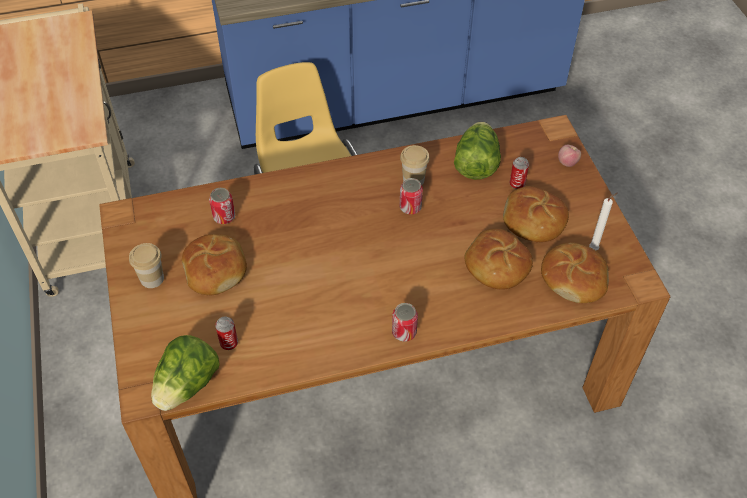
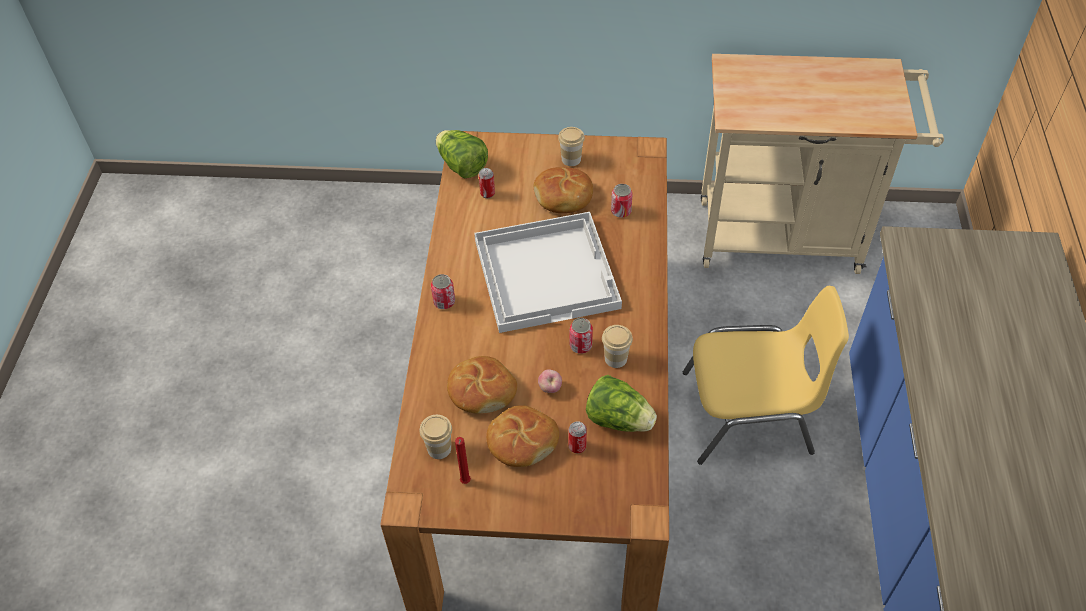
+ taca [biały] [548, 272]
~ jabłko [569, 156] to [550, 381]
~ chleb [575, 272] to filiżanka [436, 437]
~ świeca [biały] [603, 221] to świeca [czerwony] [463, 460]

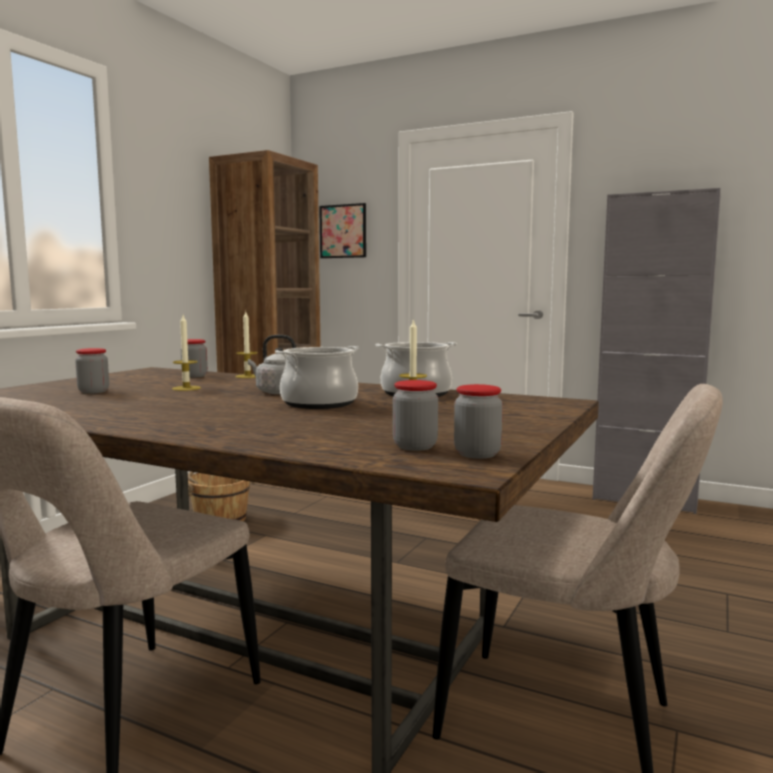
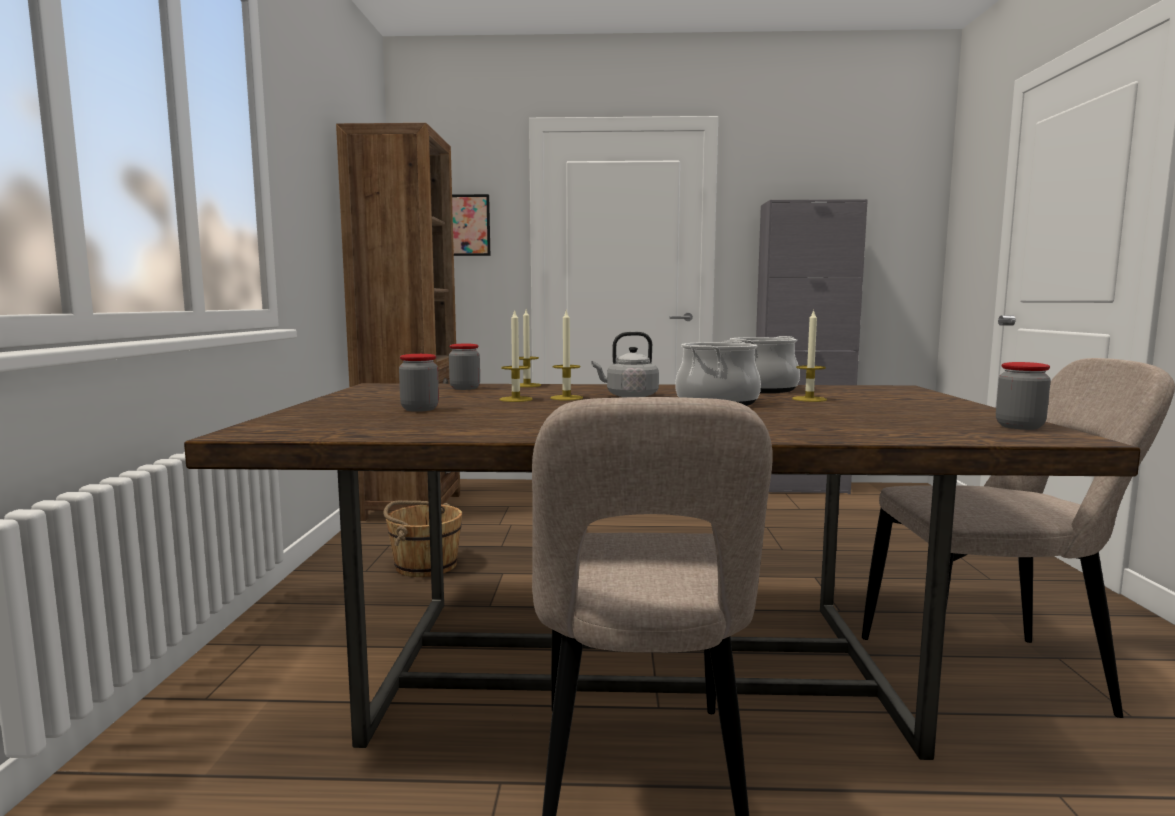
- słoik [415, 415]
+ świeca [566, 354]

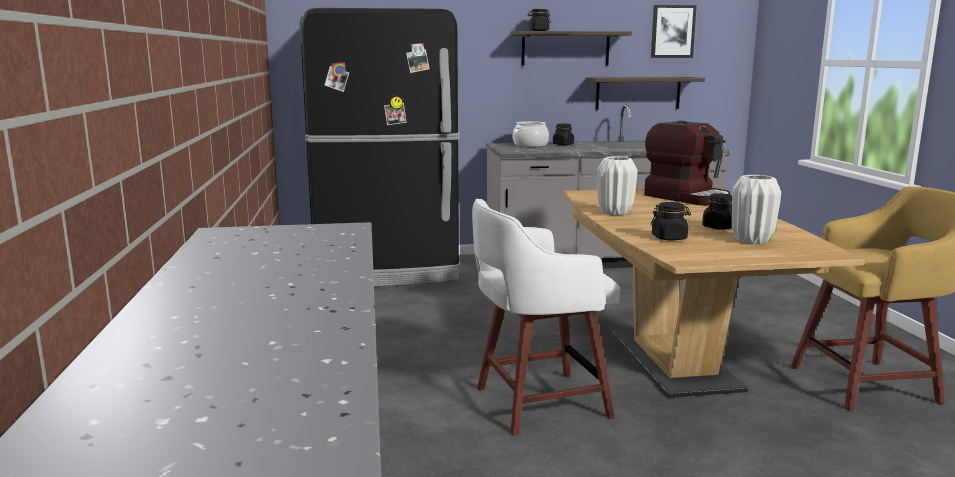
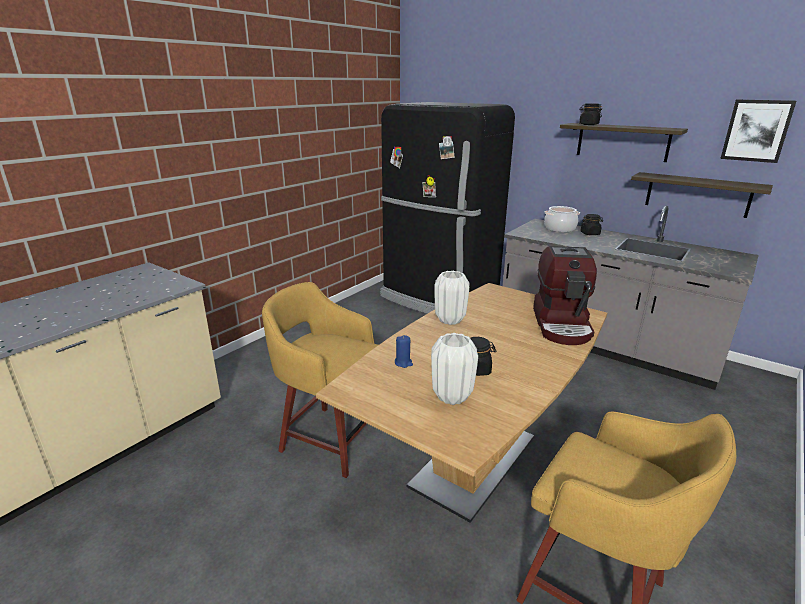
~ słoik [czarny] [671, 221] to świeca [niebieski] [404, 351]
~ stołek [biały] [546, 317] to stołek [żółty] [320, 380]

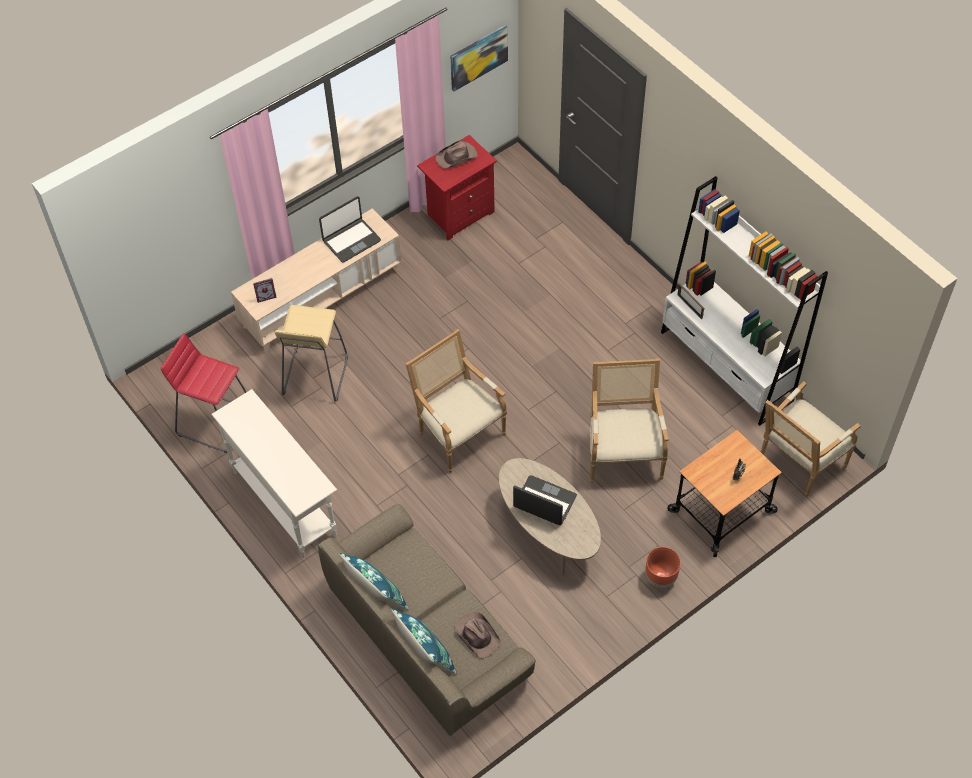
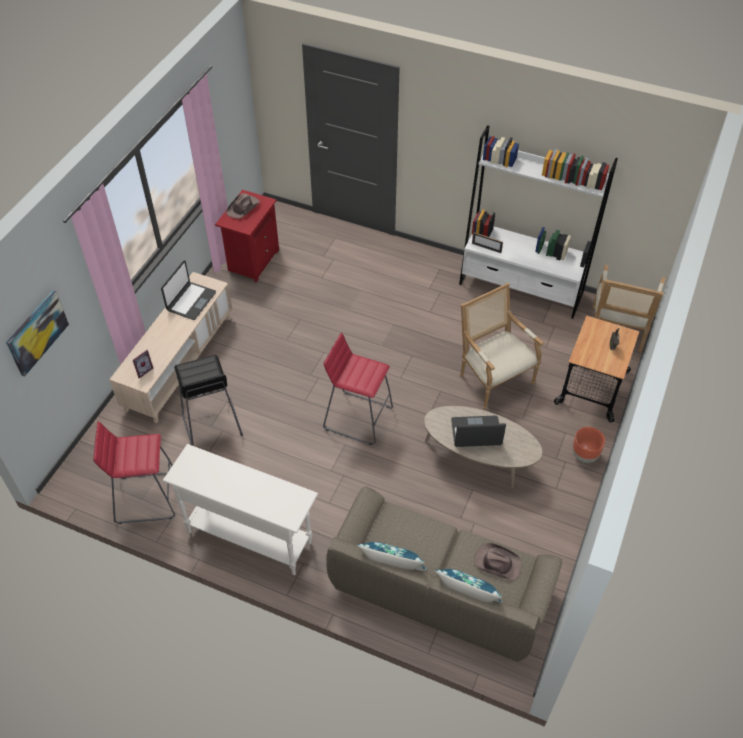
~ obraz [479, 58] to [37, 333]
~ fotel [456, 401] to stołek [czerwony] [358, 389]
~ stołek [beżowy] [311, 353] to stołek [czarny] [208, 400]

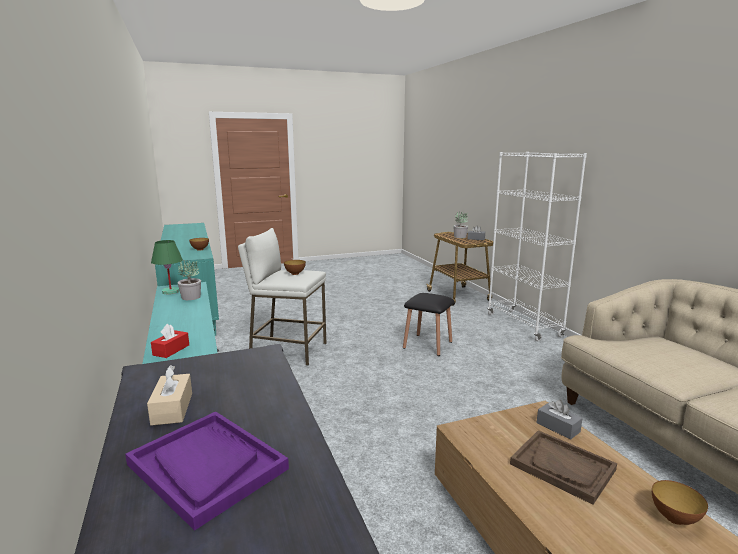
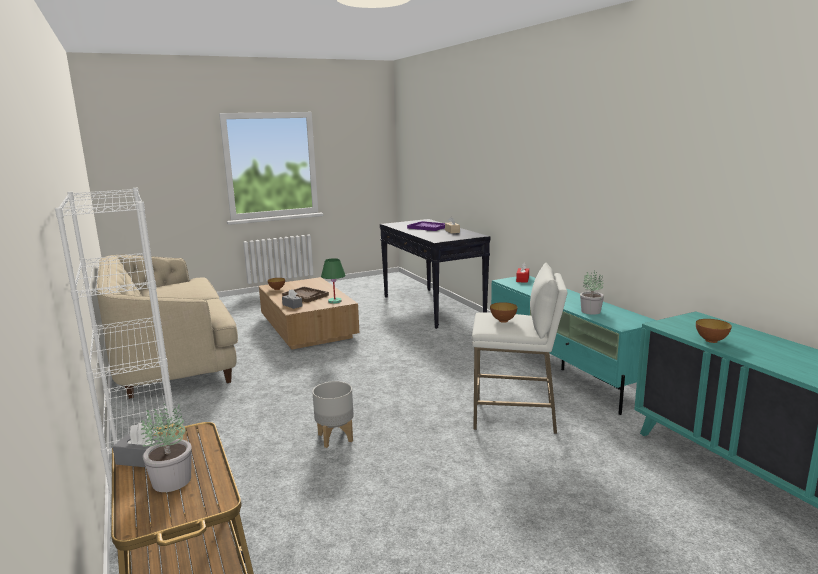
~ lampa stołowa [zielony] [167, 267] to [333, 281]
~ stołek [czarny] [428, 324] to donica [szary] [333, 414]

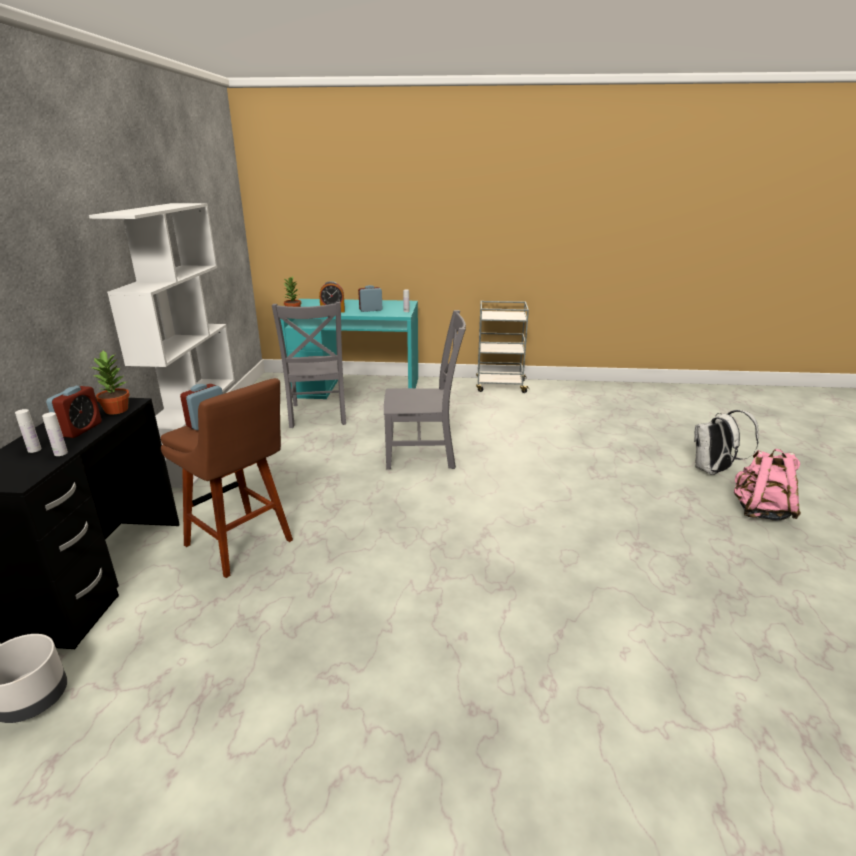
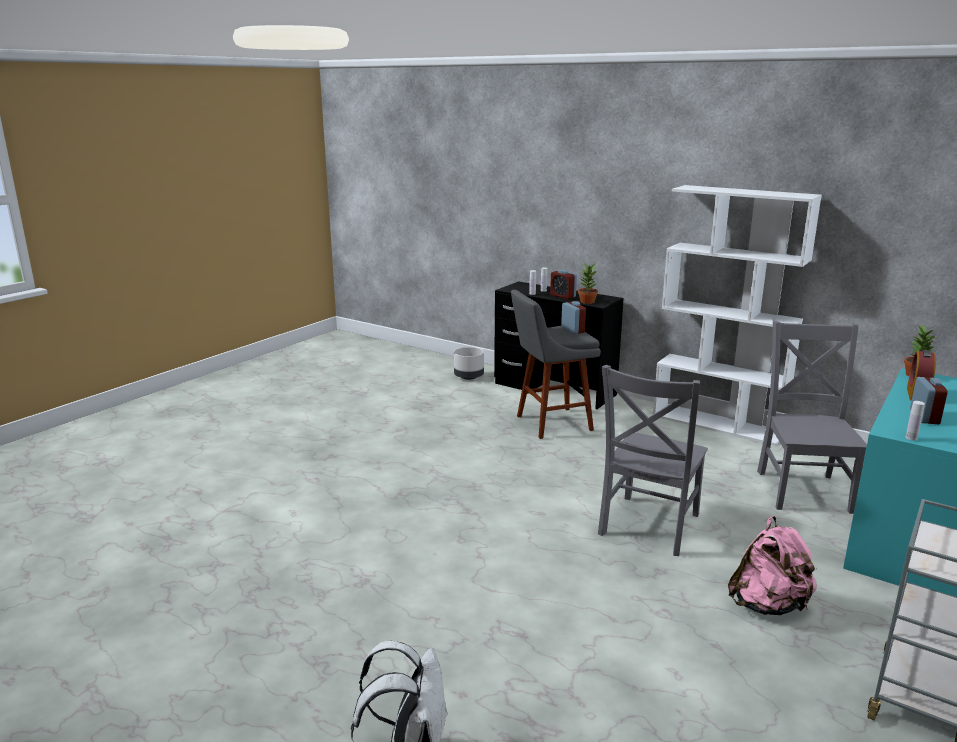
~ plecak [różowy] [767, 485] to [772, 565]
~ stołek [brązowy] [227, 478] to stołek [szary] [556, 364]
~ krzesło [szary] [309, 365] = [812, 417] 75 degrees clockwise

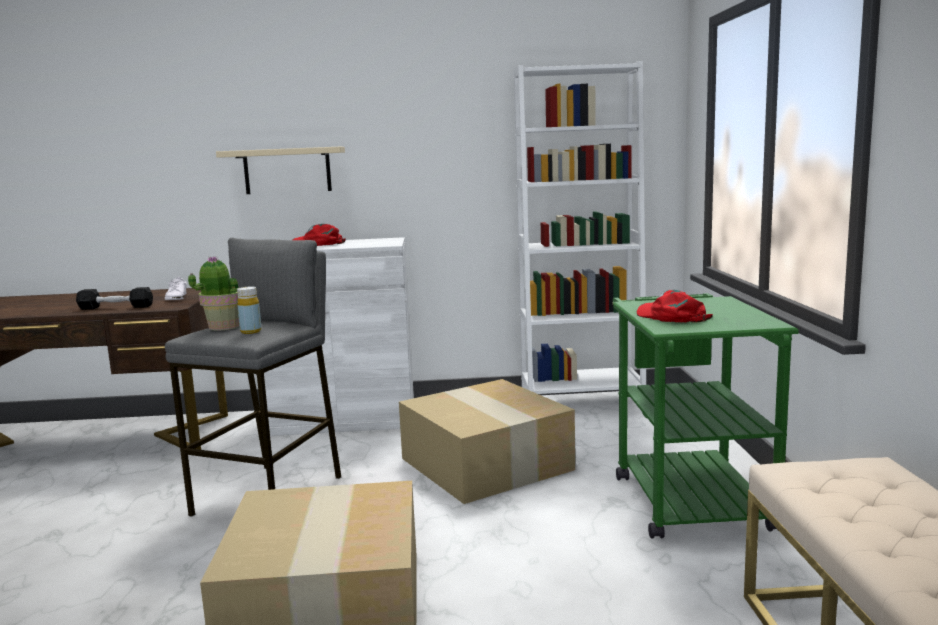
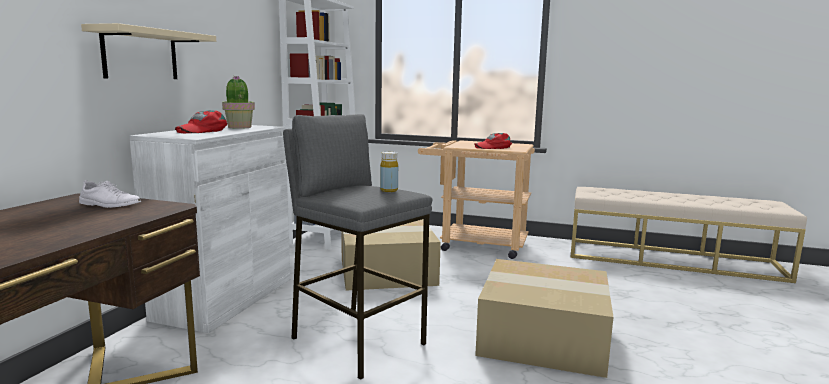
- hantel [czarny] [114, 298]
~ roślina doniczkowa [214, 293] to [238, 102]
~ wózek [zielony] [706, 416] to wózek [beżowy] [476, 199]

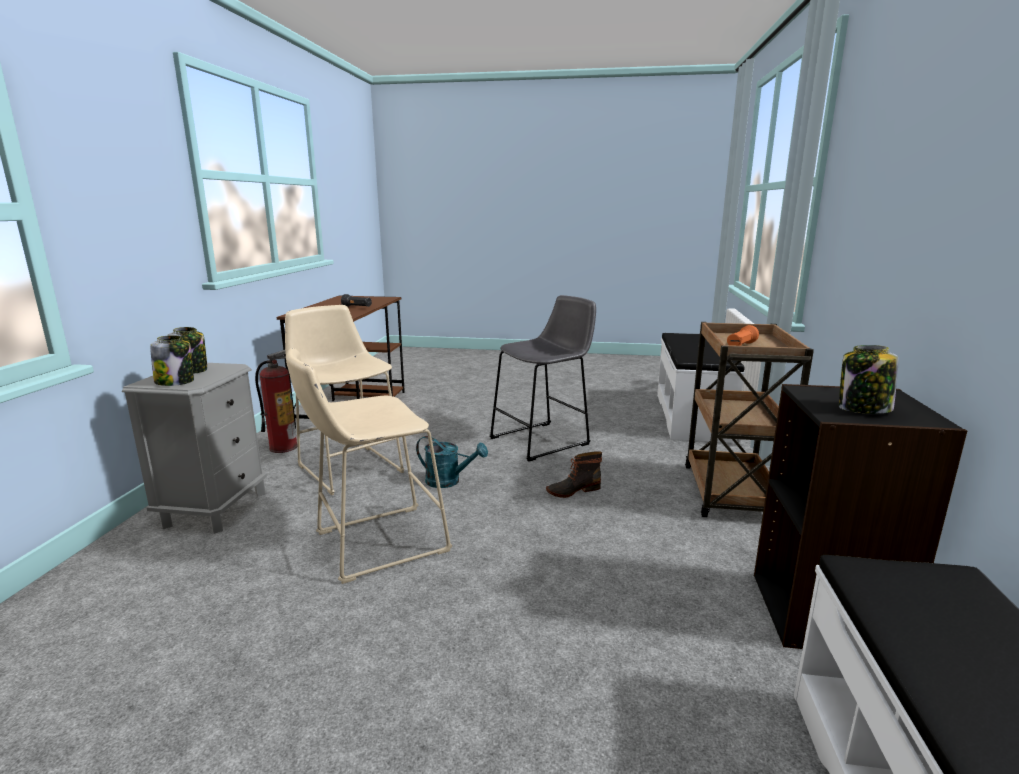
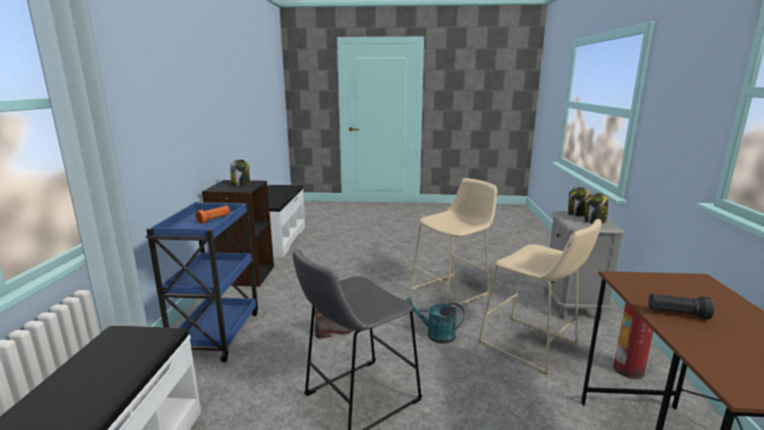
~ wózek [brązowy] [749, 419] to wózek [niebieski] [202, 282]

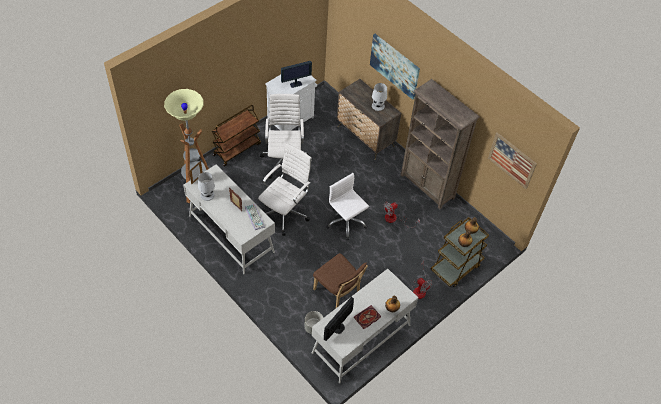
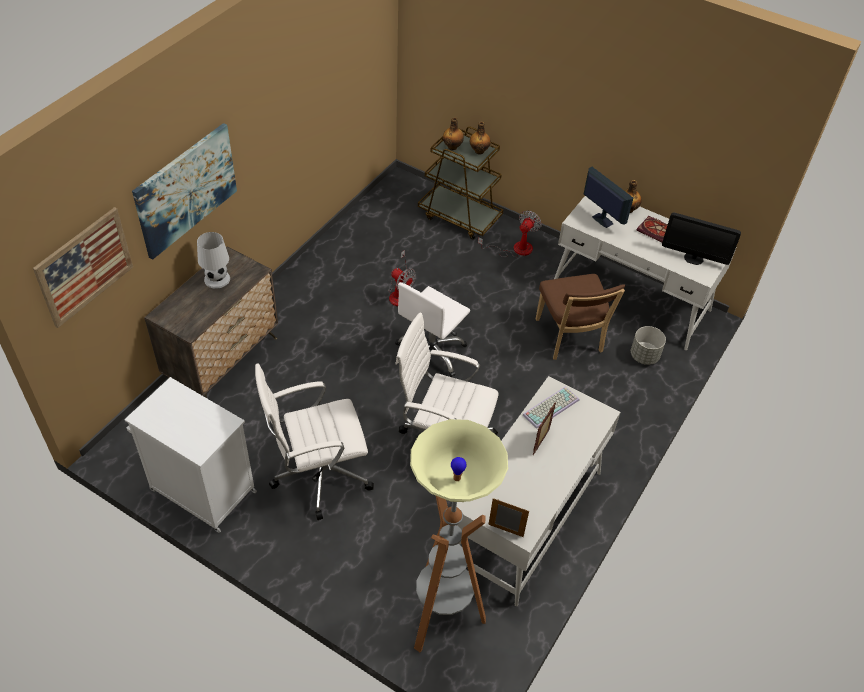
- lampa stołowa [biały] [206, 186]
- wózek [brązowy] [236, 136]
- regał [brązowy] [440, 144]
~ monitor [296, 74] to [608, 197]
~ obraz [512, 160] to [83, 267]
~ krzesło [brązowy] [340, 280] = [580, 317] 135 degrees clockwise

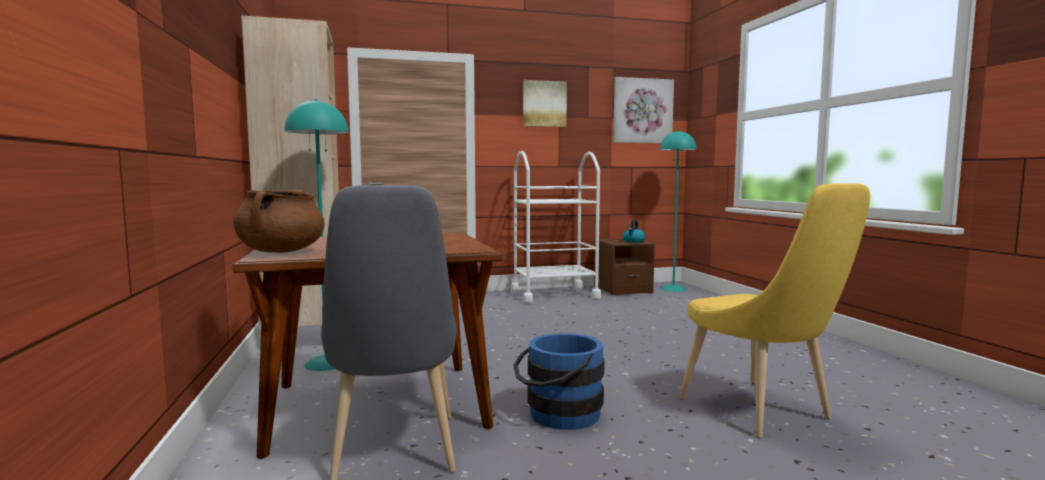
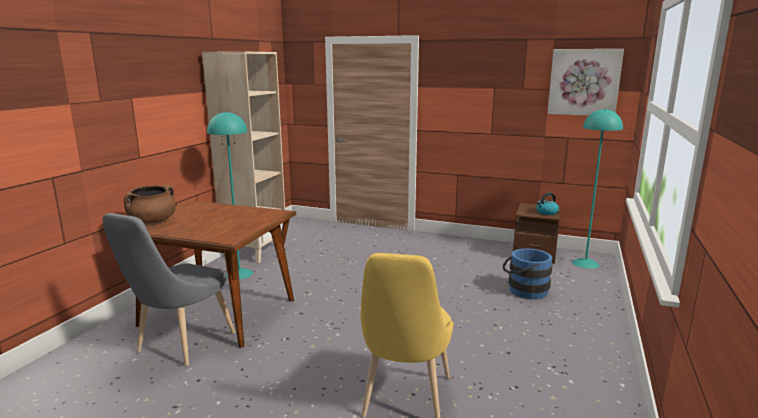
- wózek [biały] [556, 227]
- obraz [545, 103]
~ wiadro [niebieski] [559, 381] to [527, 273]

